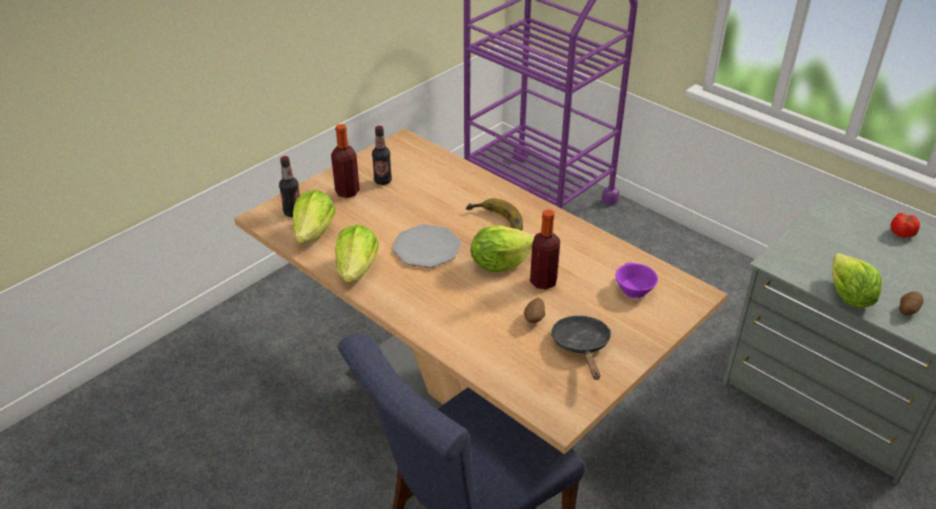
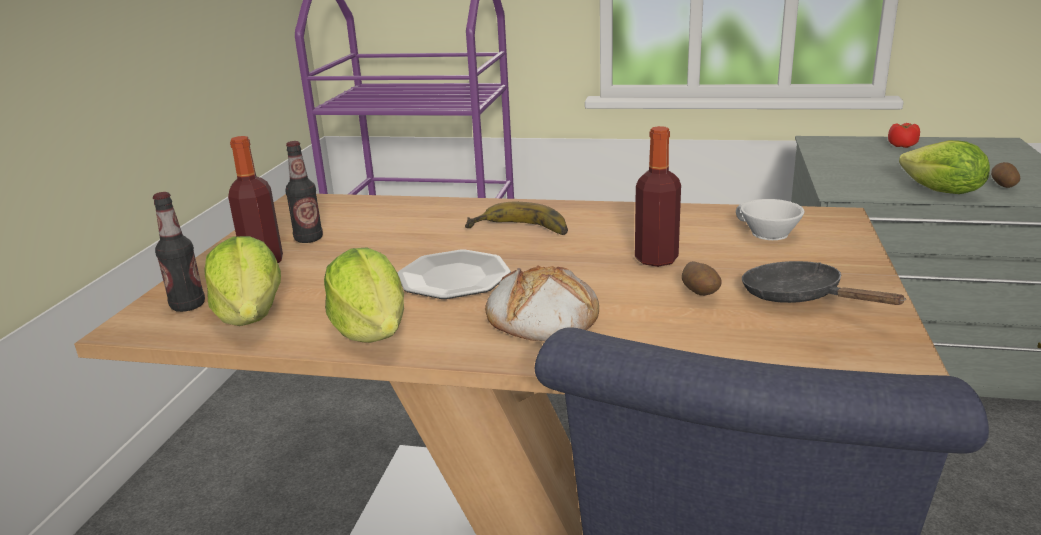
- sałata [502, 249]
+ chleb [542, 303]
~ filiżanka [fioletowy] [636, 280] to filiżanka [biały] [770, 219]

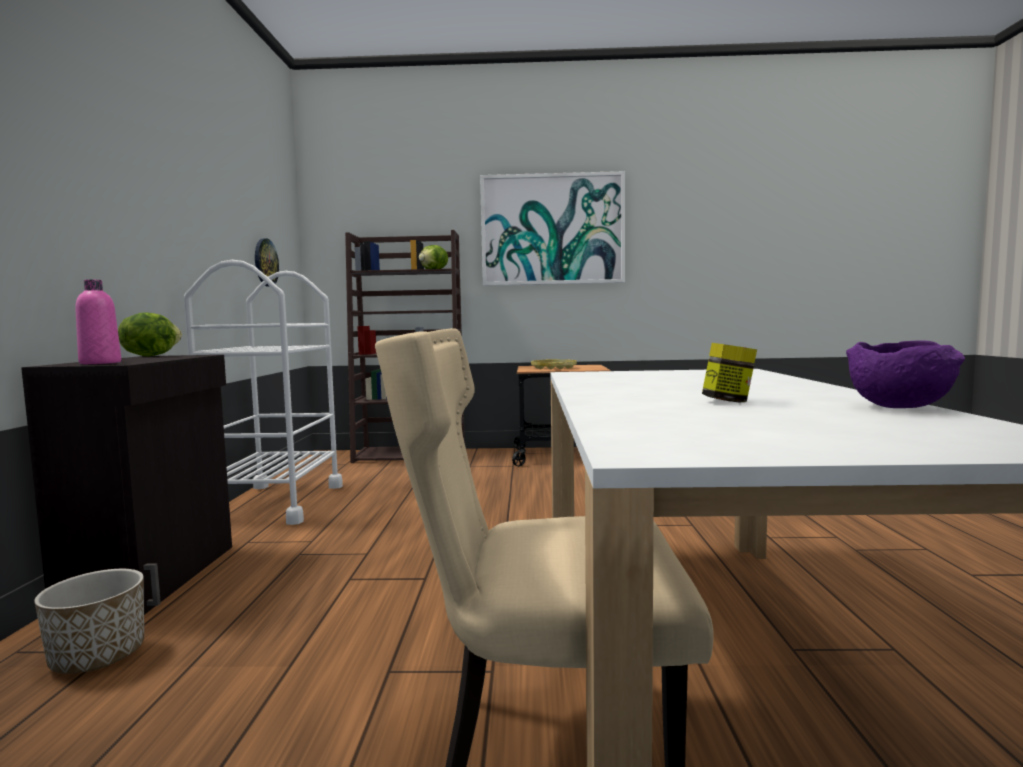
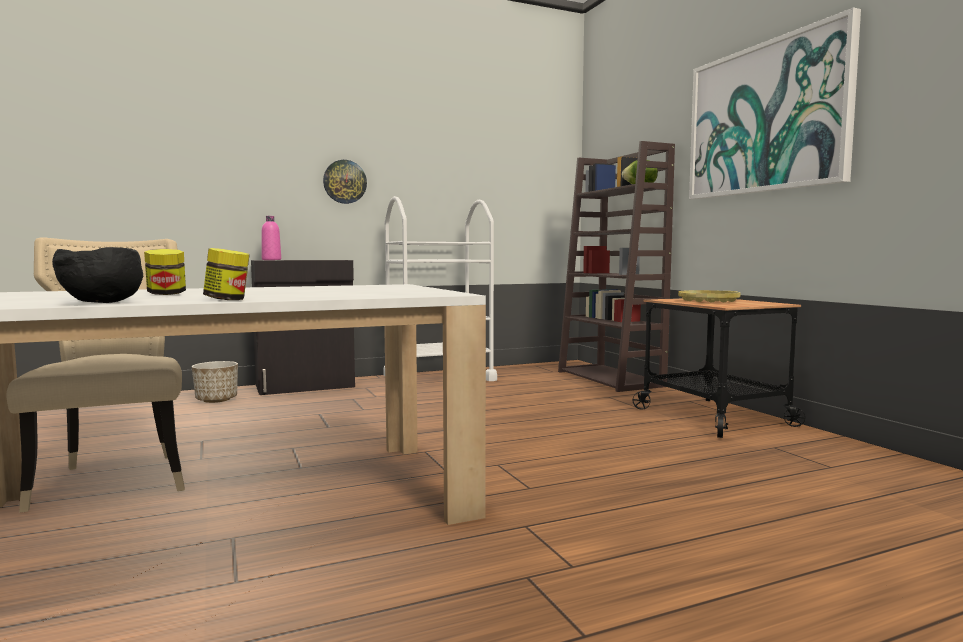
- sałata [150, 334]
+ słoik [226, 274]
~ zegar ścienny [267, 262] to [345, 182]
~ miska [fioletowy] [905, 374] to miska [czarny] [97, 275]

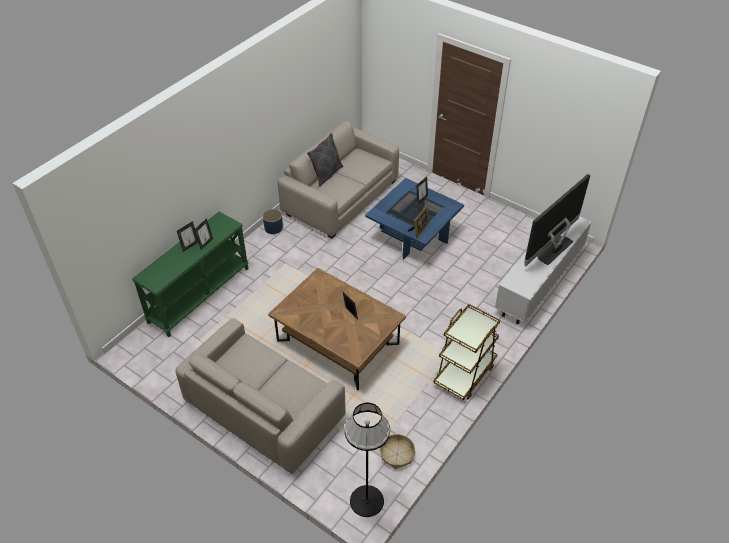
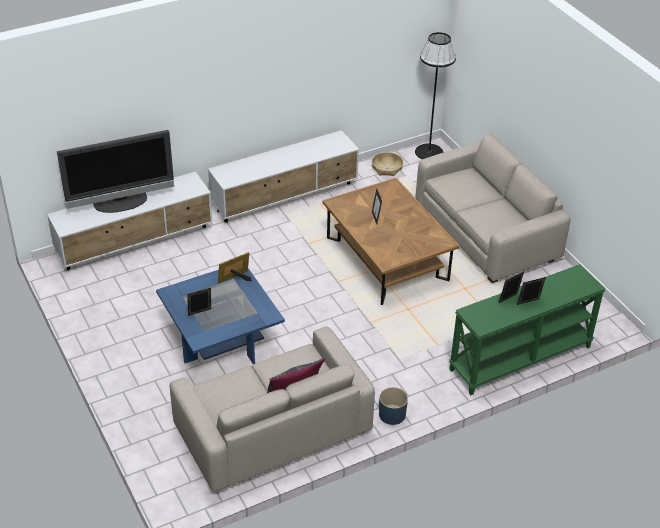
~ wózek [brązowy] [466, 352] to szafka pod telewizor [biały] [283, 176]

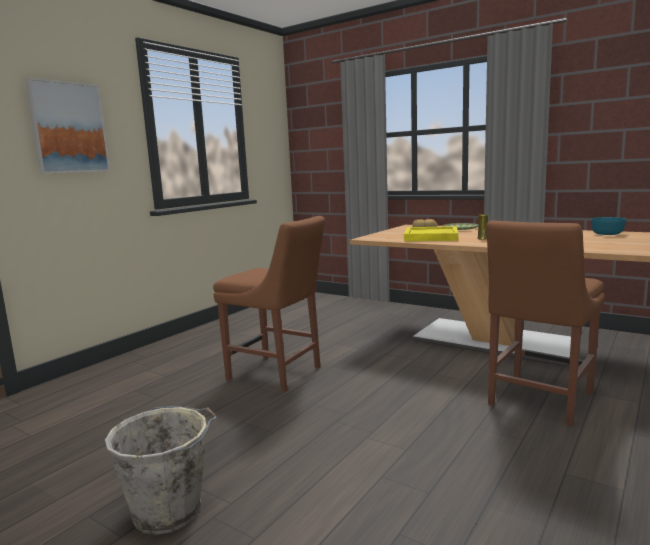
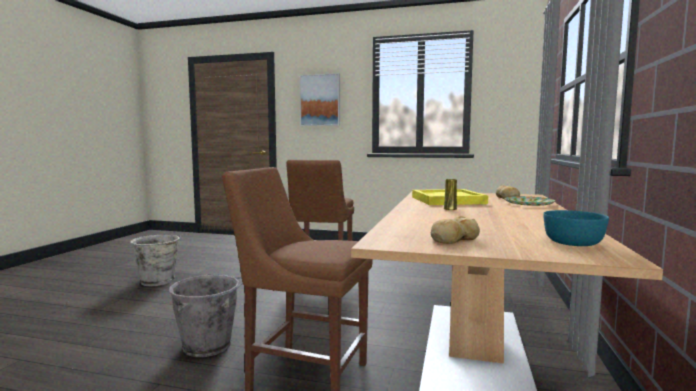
+ wiadro [szary] [206, 315]
+ chleb [455, 230]

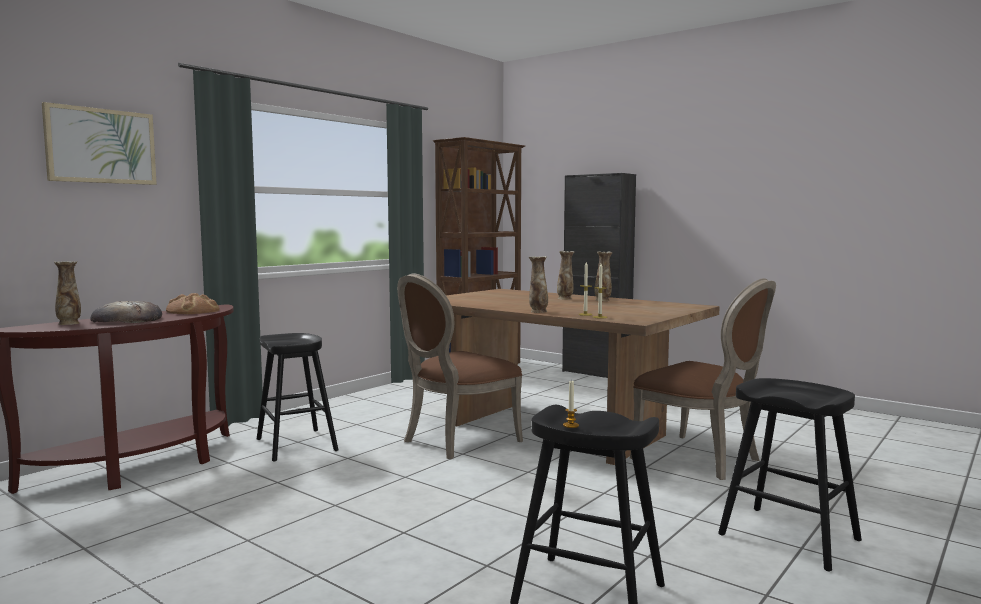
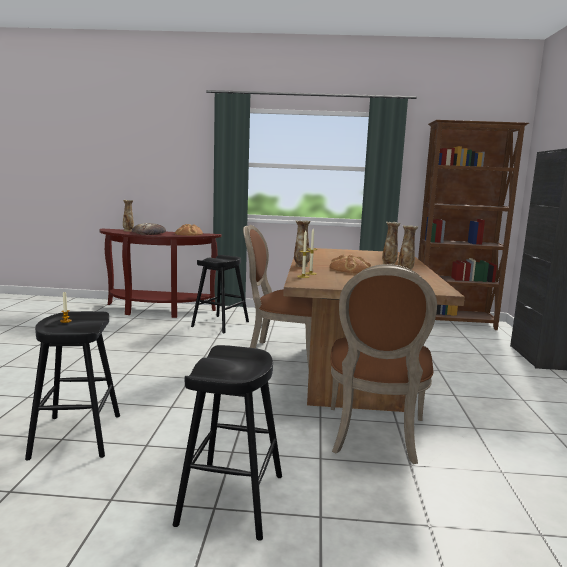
- obraz [99, 143]
+ chleb [350, 263]

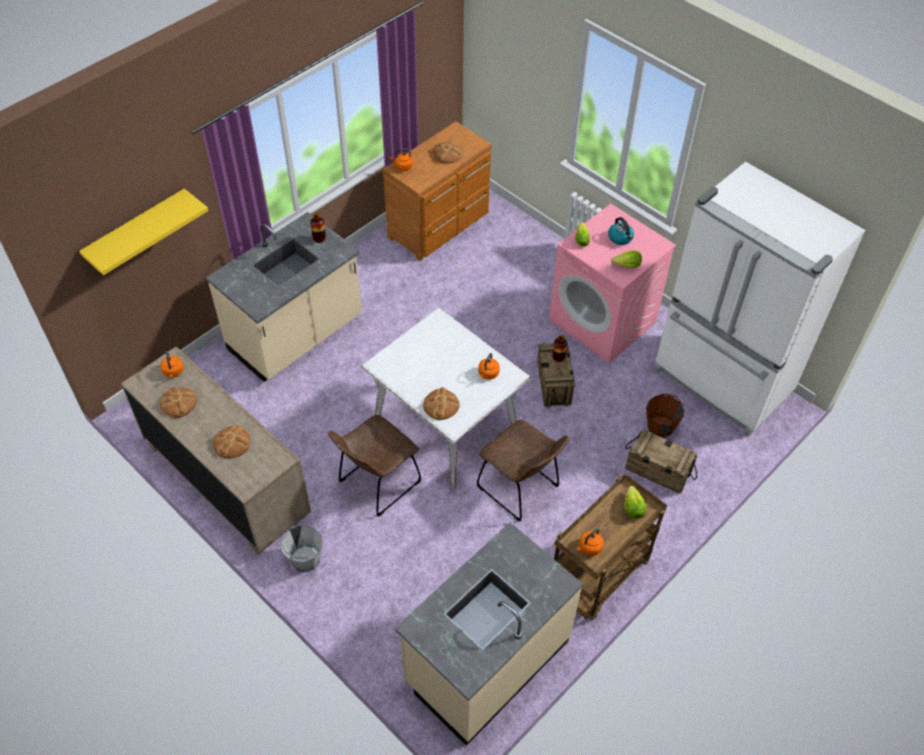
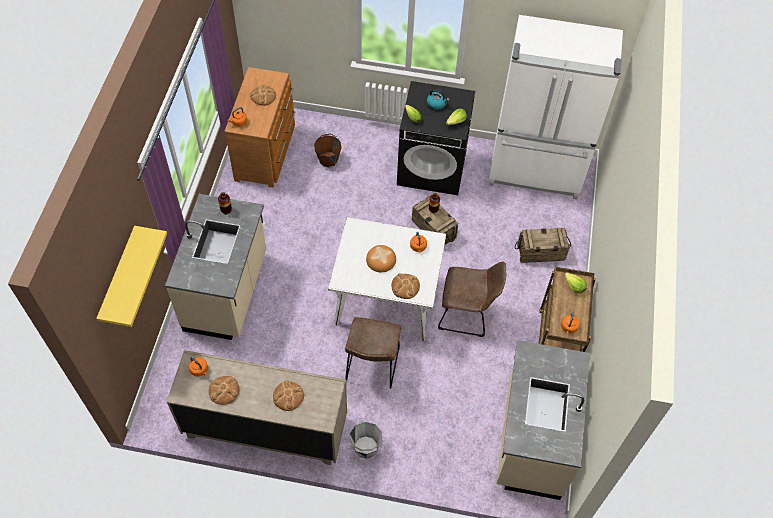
+ chleb [381, 258]
~ wiadro [brązowy] [665, 415] to [327, 151]
~ pralka [różowy] [612, 283] to pralka [czarny] [436, 138]

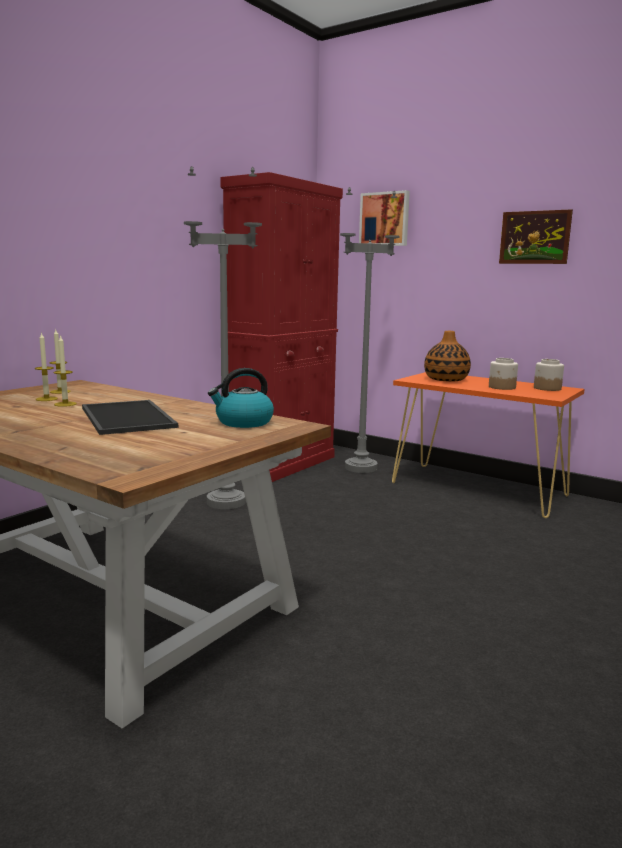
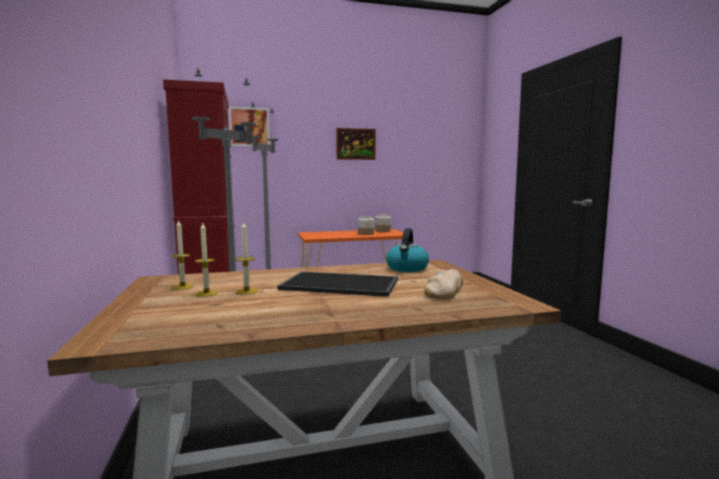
- wazon [447, 356]
+ chleb [443, 284]

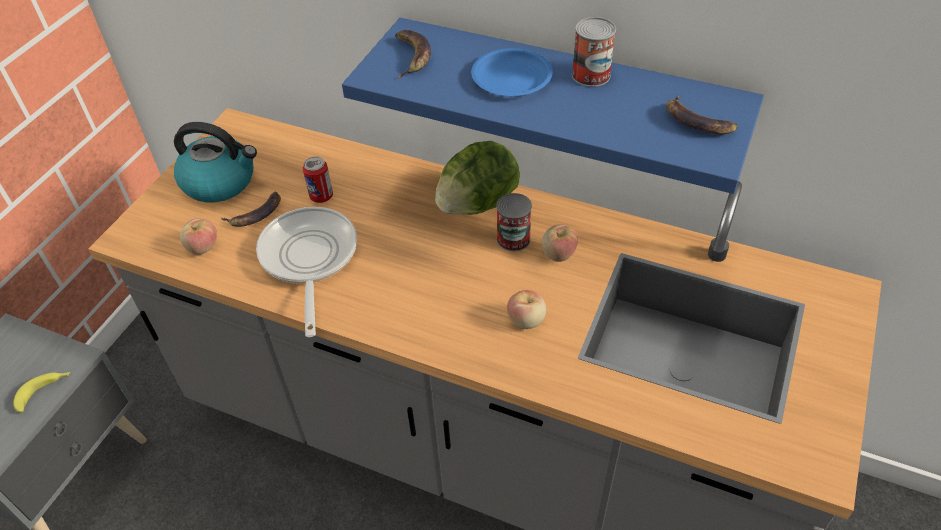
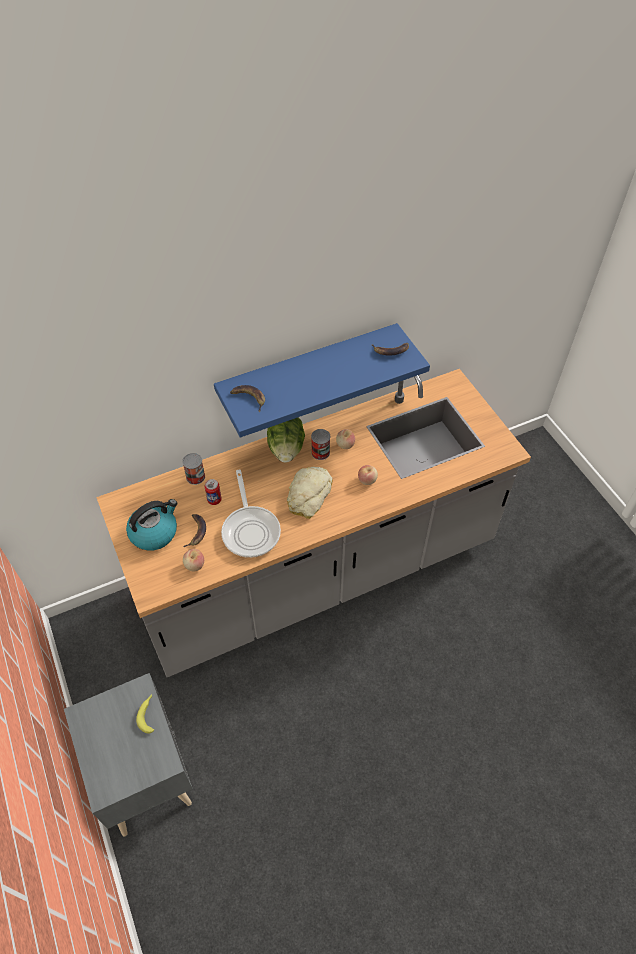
- talerz [niebieski] [512, 72]
+ chleb [310, 493]
~ puszka [594, 52] to [193, 469]
~ patelnia [306, 272] = [251, 514] 135 degrees counterclockwise

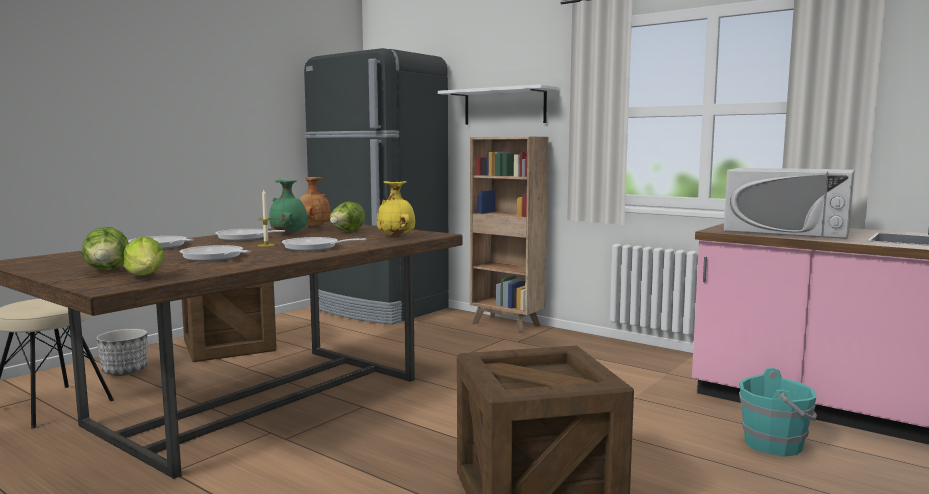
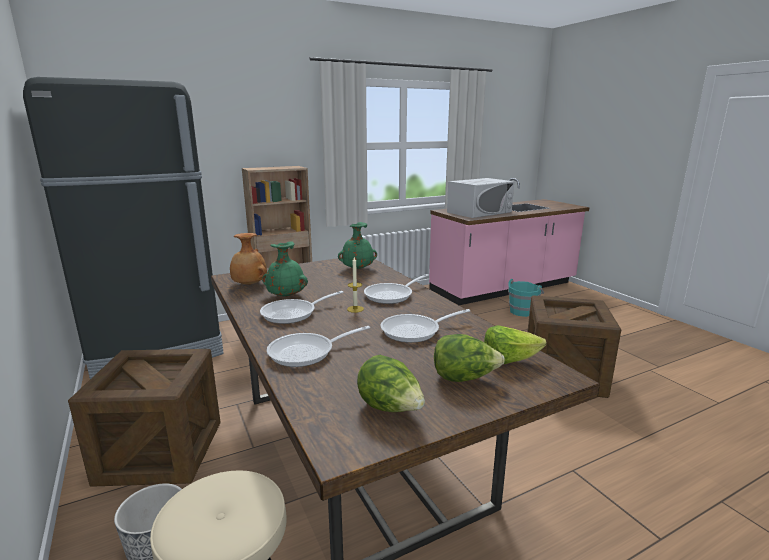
- półka [biały] [498, 104]
~ sałata [347, 217] to [391, 383]
~ wazon [żółty] [396, 209] to wazon [zielony] [357, 245]

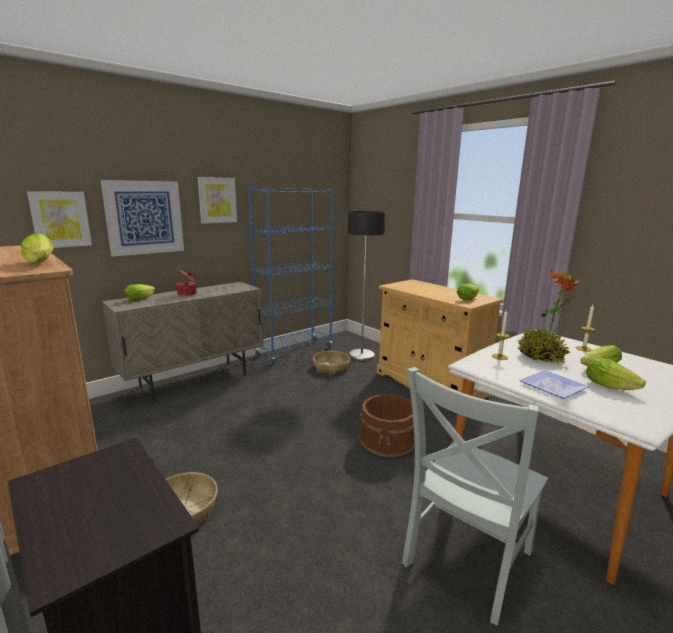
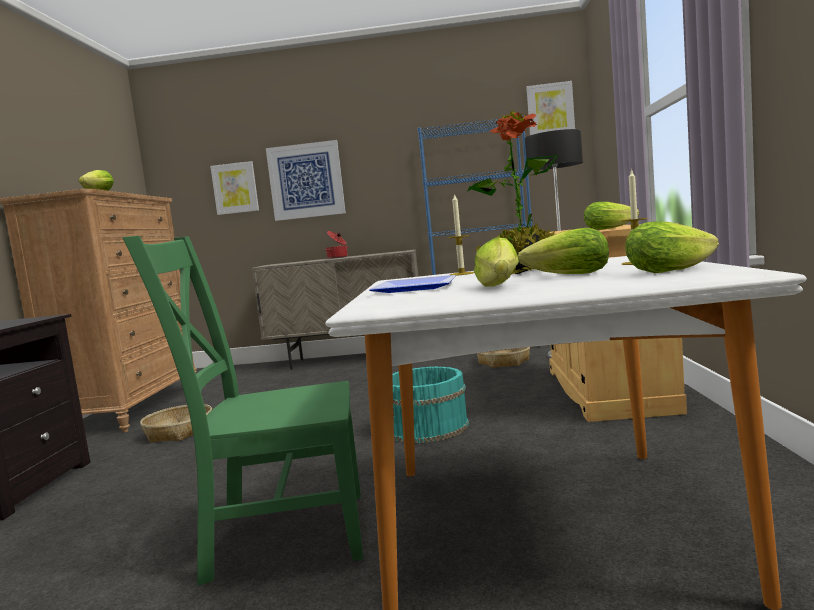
~ sałata [139, 292] to [672, 247]
~ obraz [217, 200] to [550, 108]
~ wiadro [brązowy] [387, 425] to wiadro [turkusowy] [430, 404]
~ krzesło [szary] [475, 496] to krzesło [zielony] [242, 410]

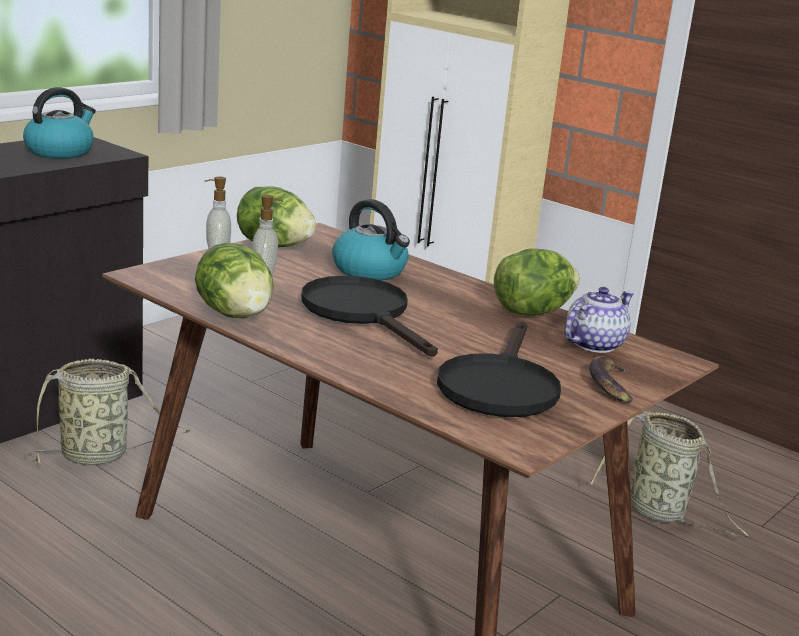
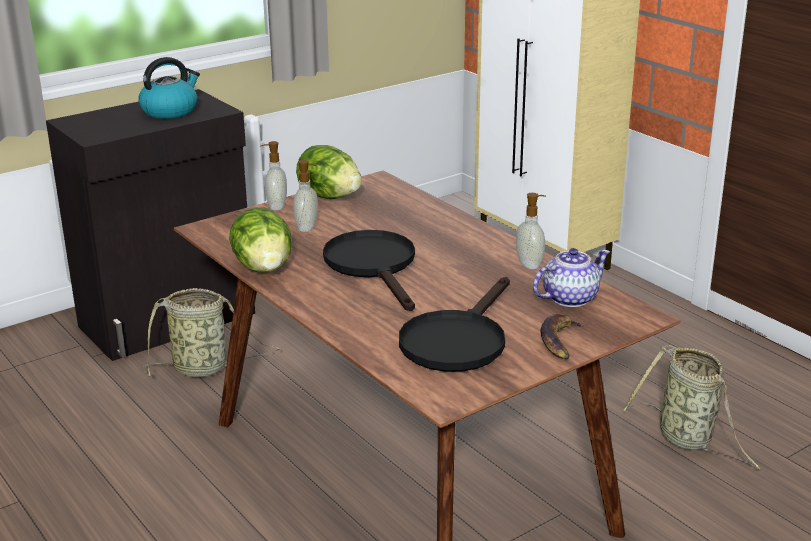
- czajnik [371, 239]
~ sałata [536, 282] to dozownik mydła [531, 231]

